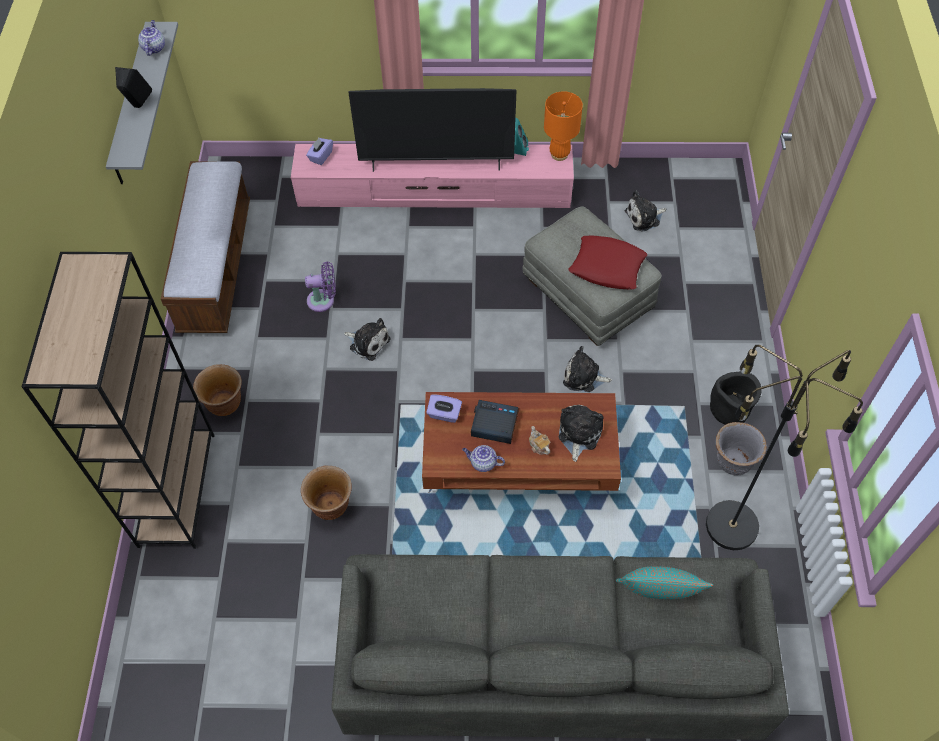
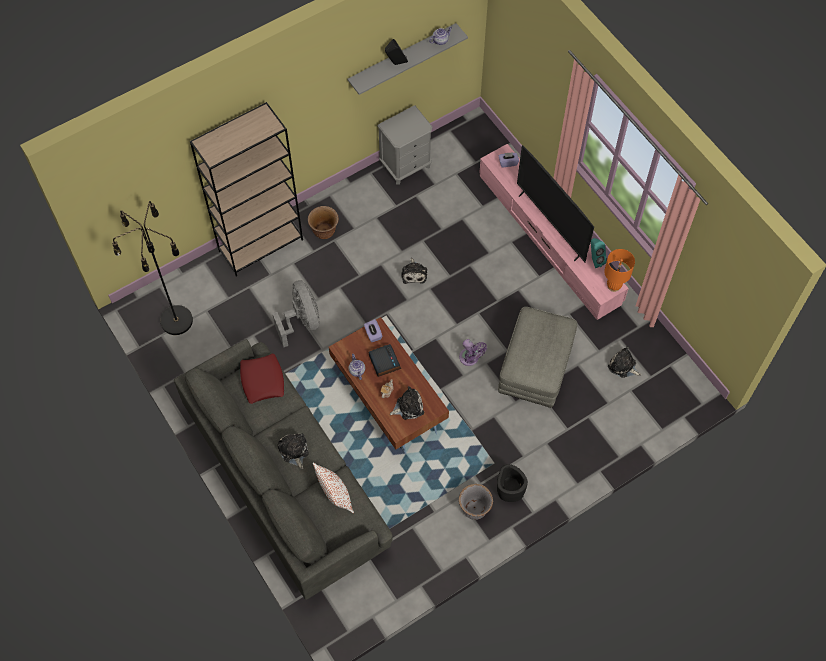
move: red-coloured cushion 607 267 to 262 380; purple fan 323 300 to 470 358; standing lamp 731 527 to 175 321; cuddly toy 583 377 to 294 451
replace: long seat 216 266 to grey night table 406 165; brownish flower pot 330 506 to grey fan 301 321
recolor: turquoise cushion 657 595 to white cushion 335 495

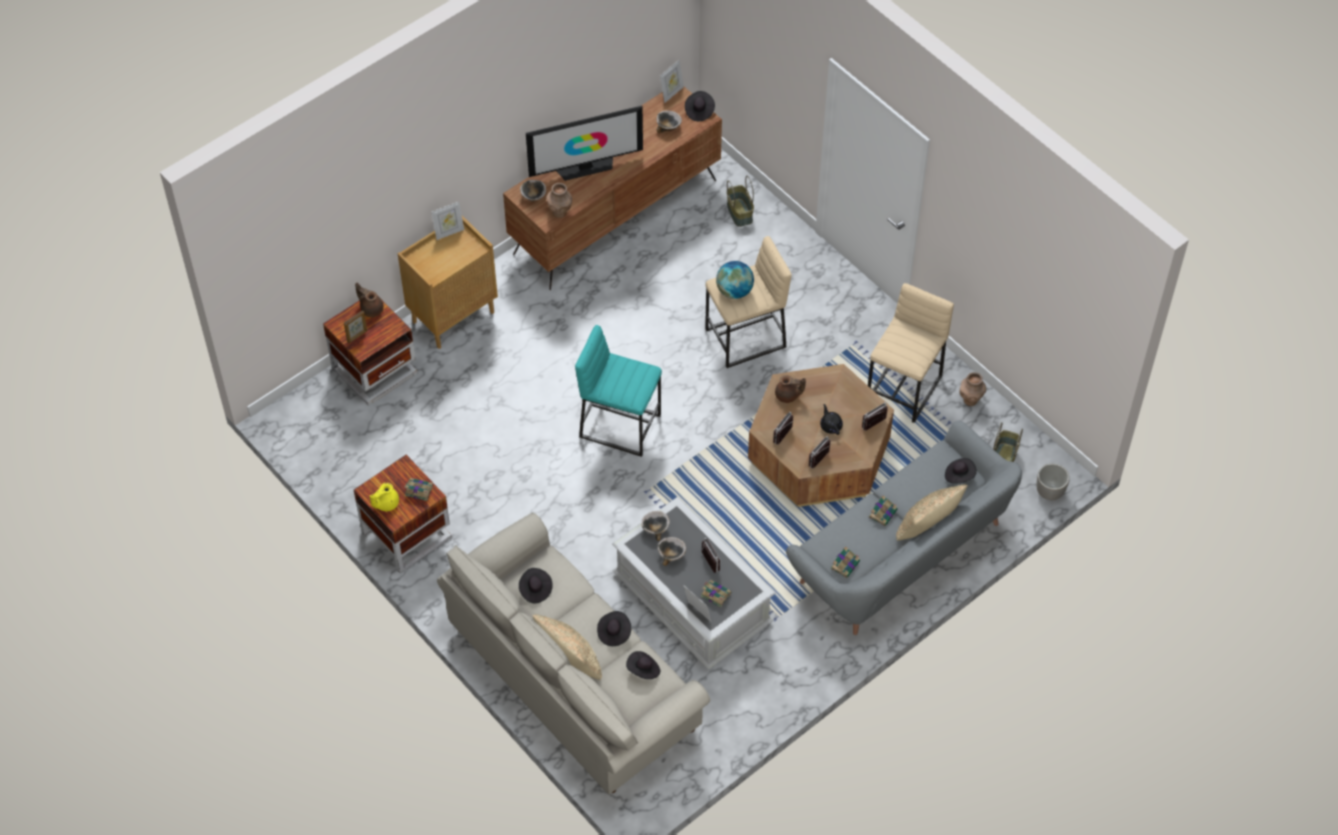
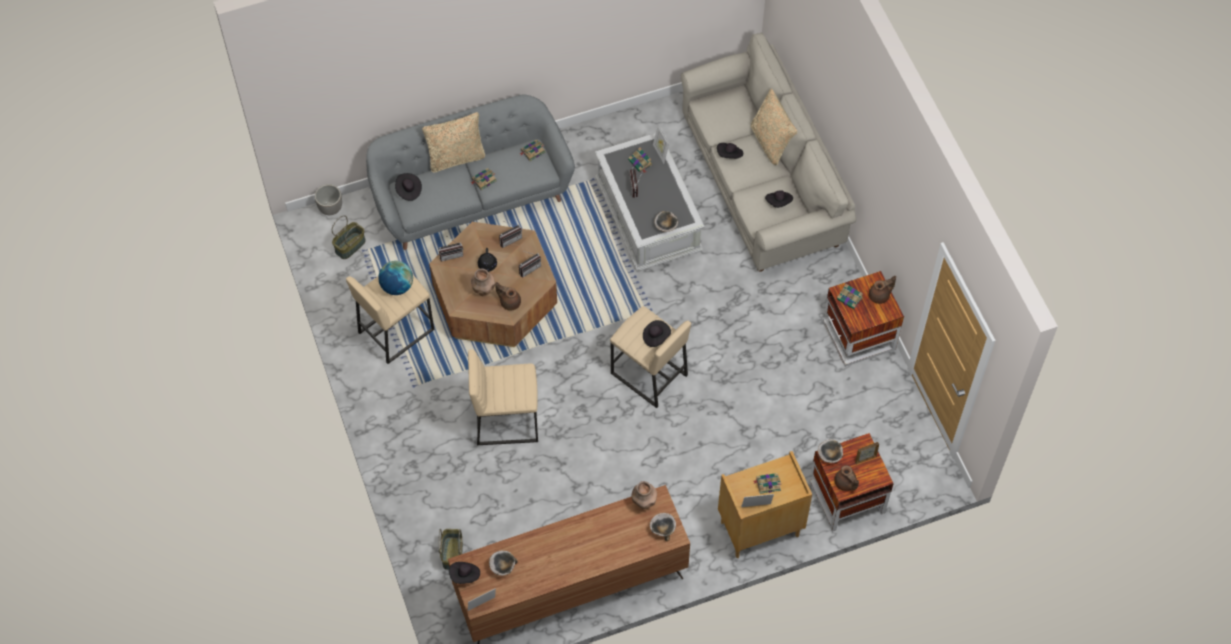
delete: TV 585 167
insert: volume 767 484
move: globe 734 291 to 397 286; brownish flower vase 970 400 to 484 291; bowl 671 554 to 829 455; blackish clothing hat 643 670 to 656 337
recolor: turquoise stool seat 620 425 to beige stool seat 649 374; yellow teapot 385 503 to brownish teapot 880 296

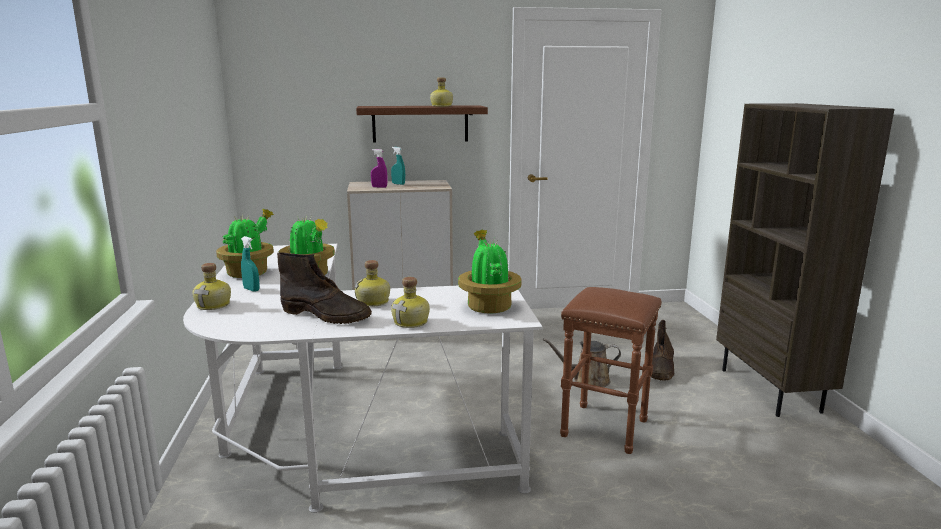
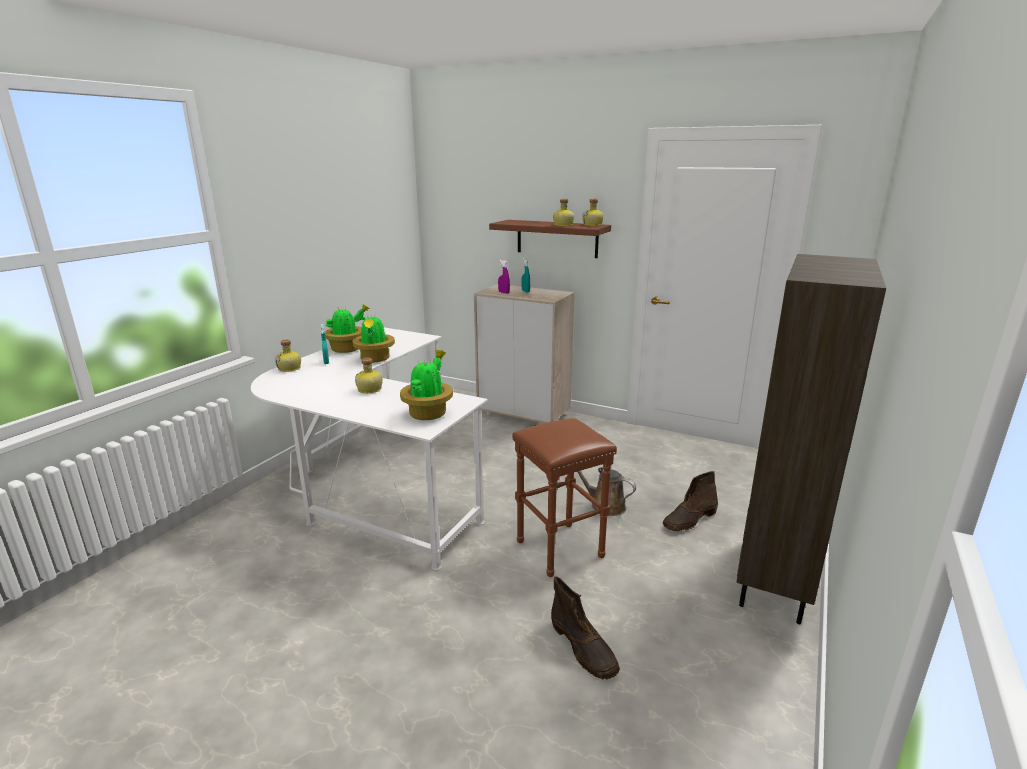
move: brownish tall boot 326 315 to 583 648; beverage bottle 412 322 to 593 225

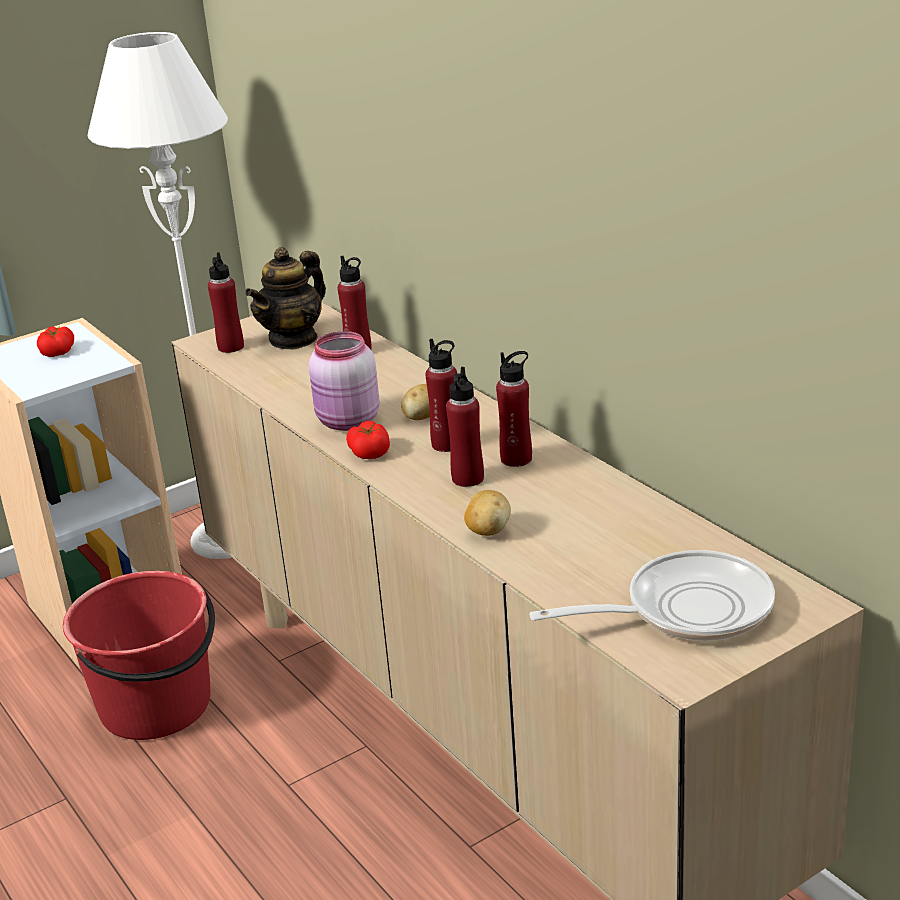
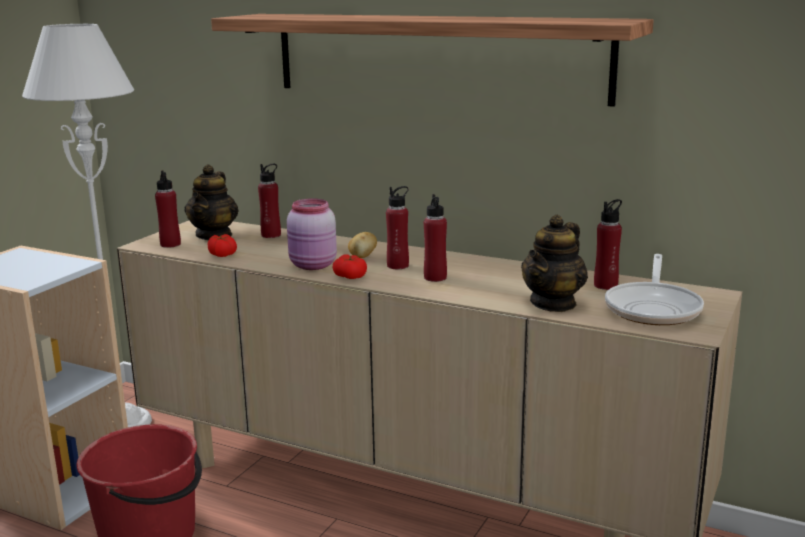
delete: spud 488 530
insert: bracket shelf 435 56; teapot 553 303
move: tomato 57 351 to 222 254; red-coloured beverage bottle 516 459 to 605 285
rotate: skillet 686 609 = 653 308 150 degrees clockwise

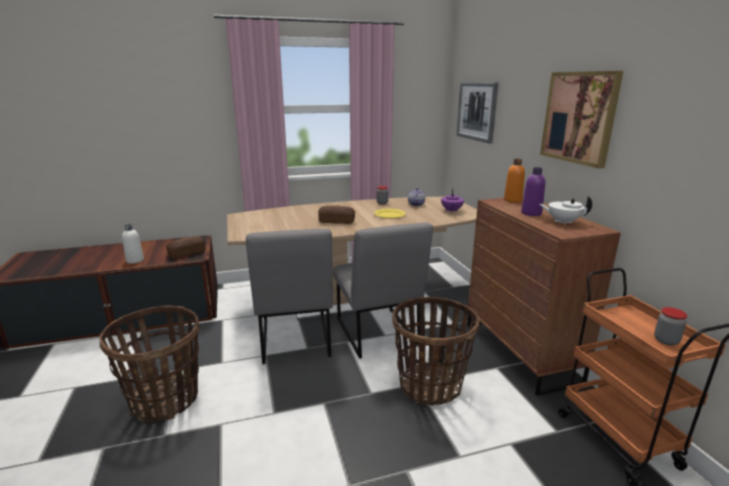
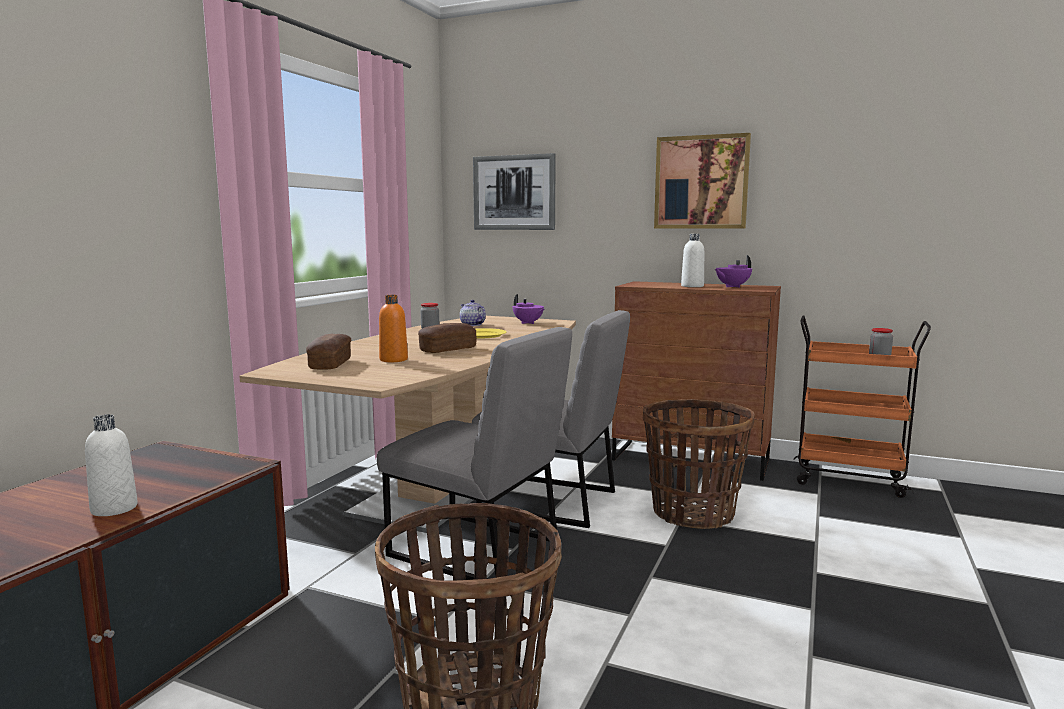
move: orange-coloured beverage bottle 512 200 to 393 360; baked bread 187 253 to 330 364
recolor: purple beverage bottle 531 213 to white beverage bottle 692 286; white teapot 562 222 to purple teapot 732 286

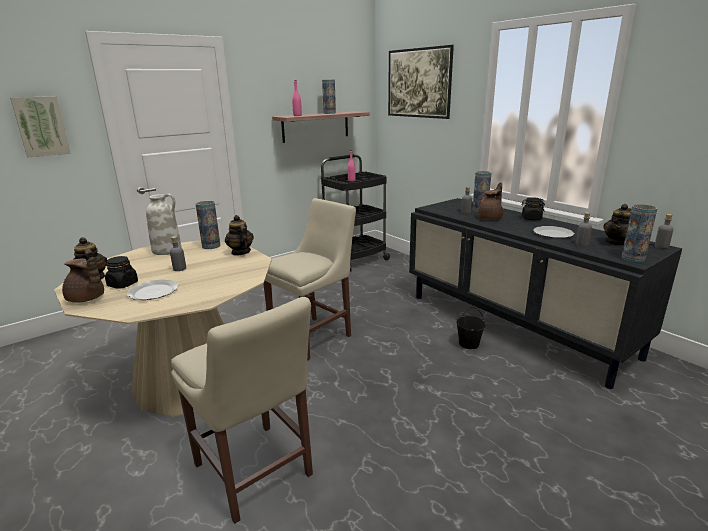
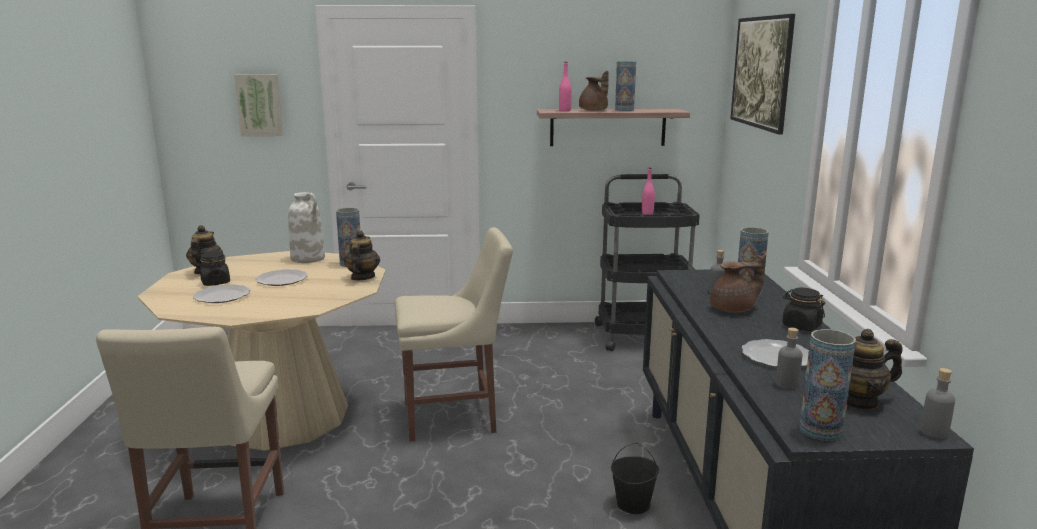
move: brownish teapot 87 299 to 593 110
replace: grey beverage bottle 179 269 to flat dish 281 280

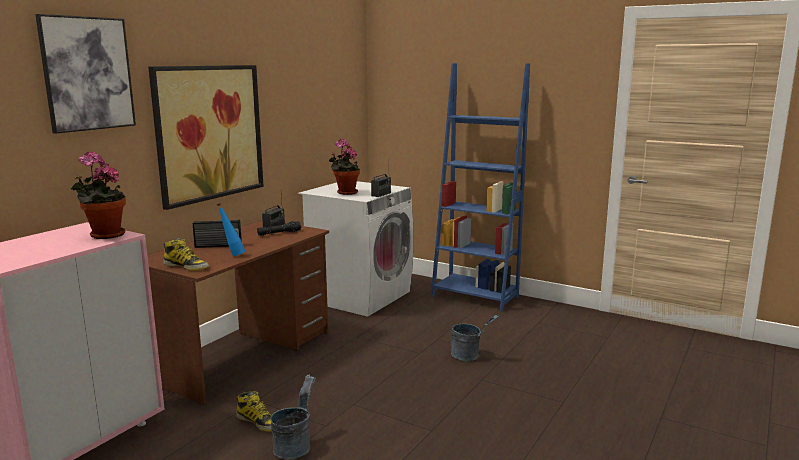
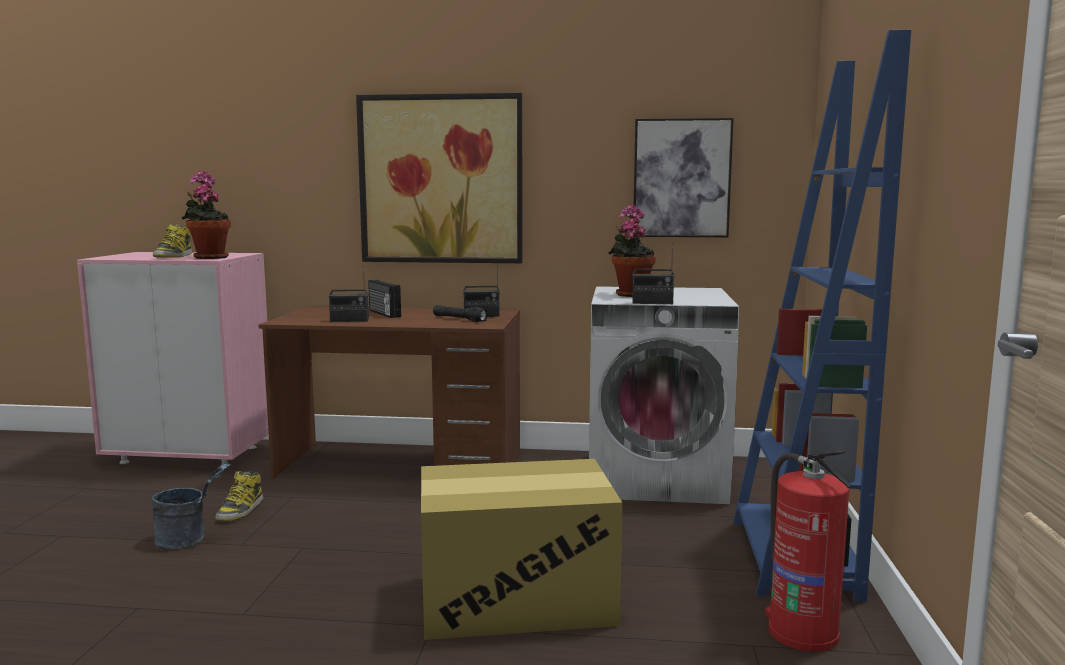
insert: fire extinguisher 801 632
move: wall art 87 74 to 681 178; tall boot 186 266 to 173 256
replace: blue beverage bottle 232 255 to radio set 349 320; grey water bucket 470 356 to cardboard box 516 599

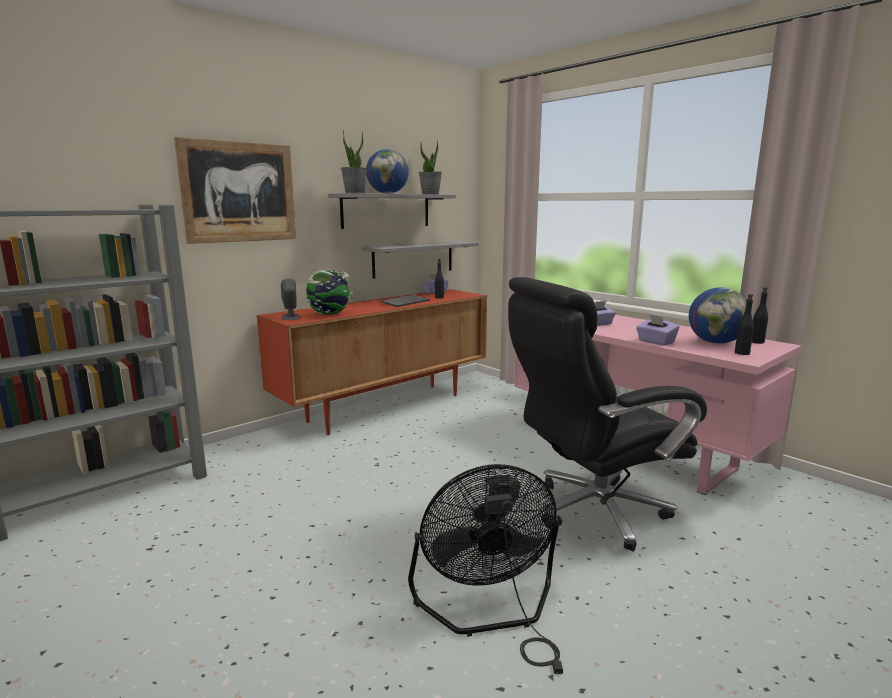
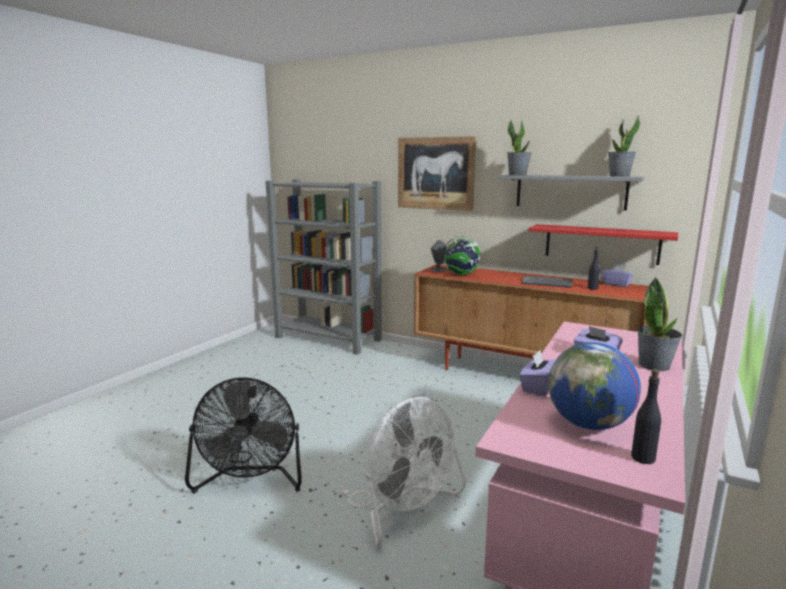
delete: globe 388 193; blackish beverage bottle 741 353
insert: plant in a pot 654 365
replace: blackish office chair 591 513 to white fan 401 511
recolor: grey bracket shelf 413 259 to red-coloured bracket shelf 601 244
rotate: blackish fan 497 613 = 247 478 120 degrees clockwise

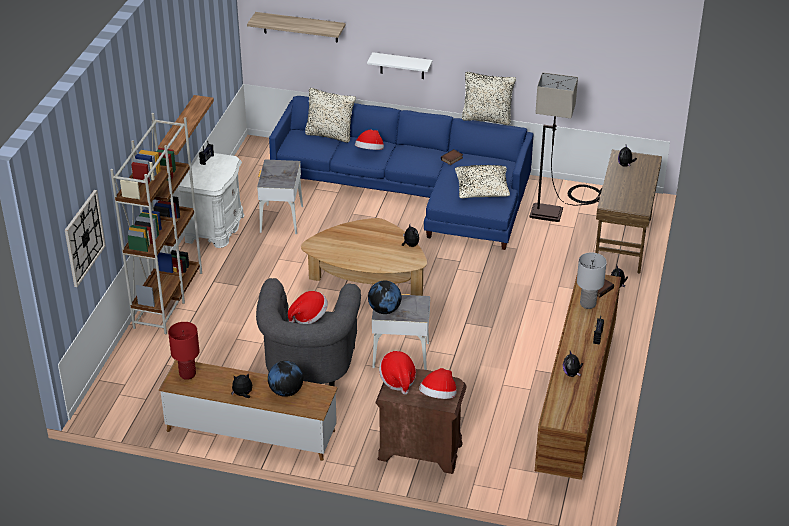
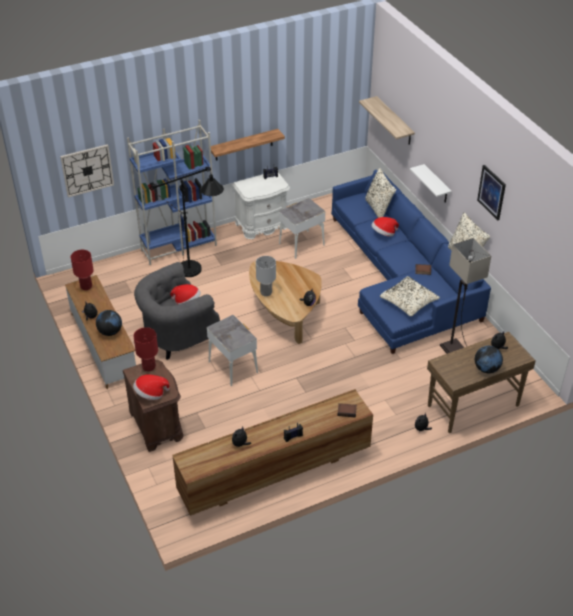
insert: wall art 491 192; blackish standing lamp 196 269
move: grey table lamp 587 305 to 266 293; globe 384 310 to 486 369
replace: clothing hat 398 380 to red-coloured table lamp 149 368
recolor: brownish shelving unit 168 299 to blue shelving unit 179 248

